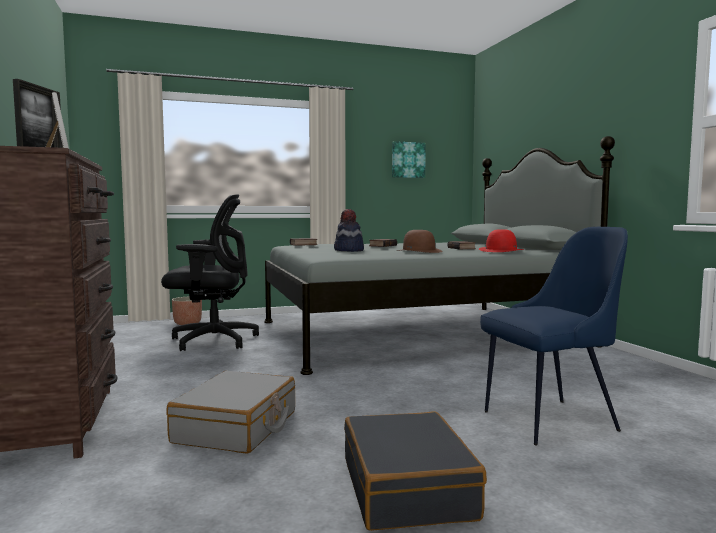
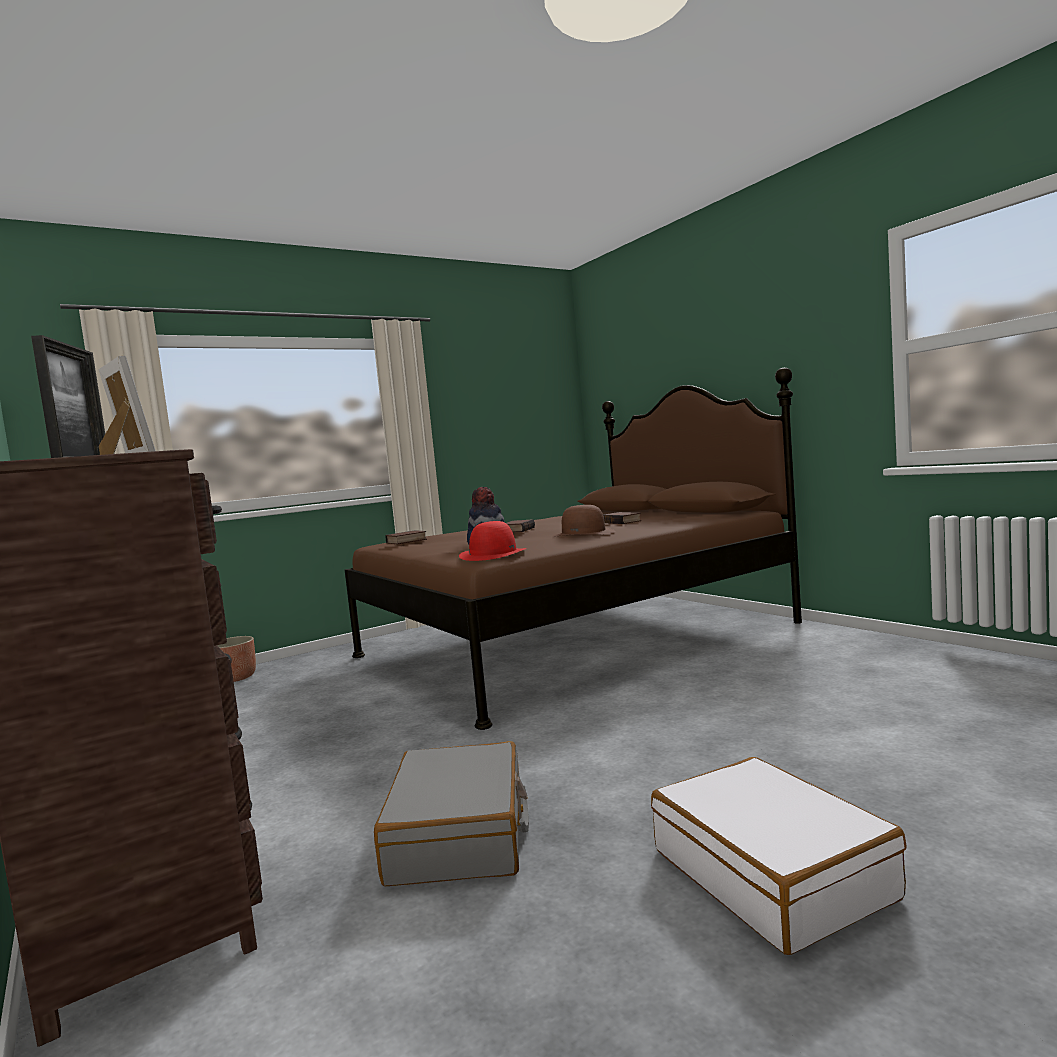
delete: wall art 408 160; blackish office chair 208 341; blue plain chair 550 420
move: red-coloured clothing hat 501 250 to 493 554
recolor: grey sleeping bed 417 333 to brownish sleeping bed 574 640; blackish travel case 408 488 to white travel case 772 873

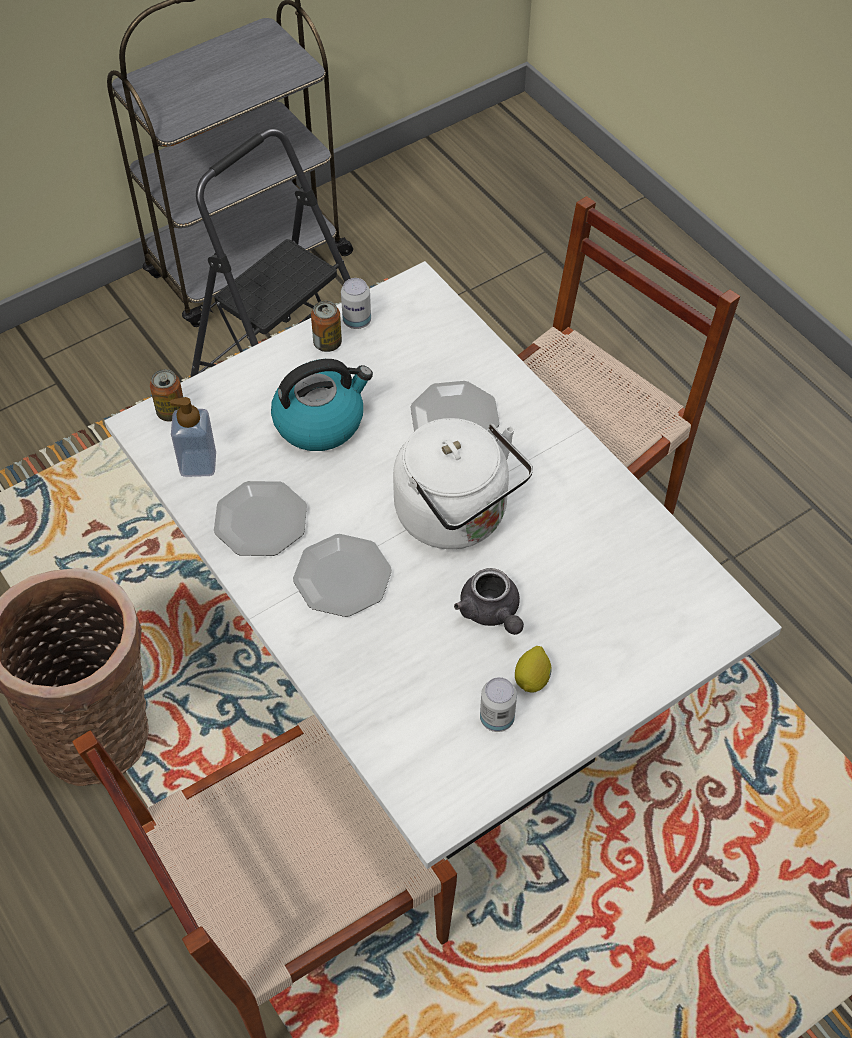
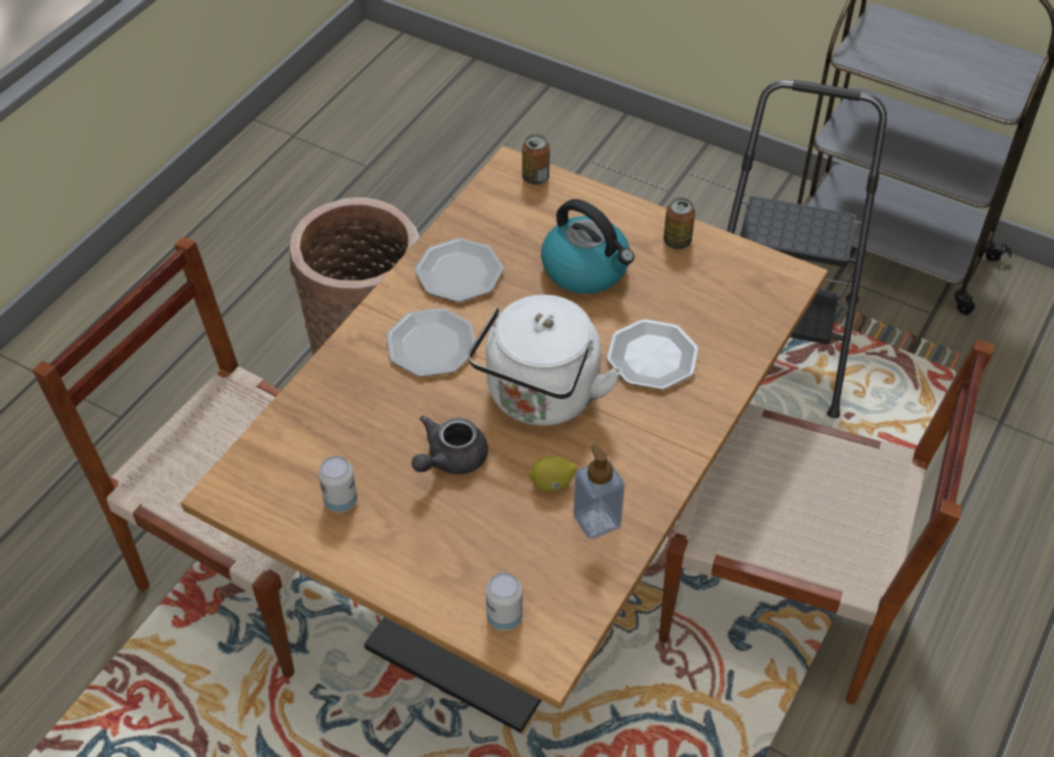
move: can 357 321 to 504 617; liquid soap bottle 198 464 to 596 520; whole lemon 532 679 to 552 484
recolor: white dining table 426 687 to brownish dining table 527 565

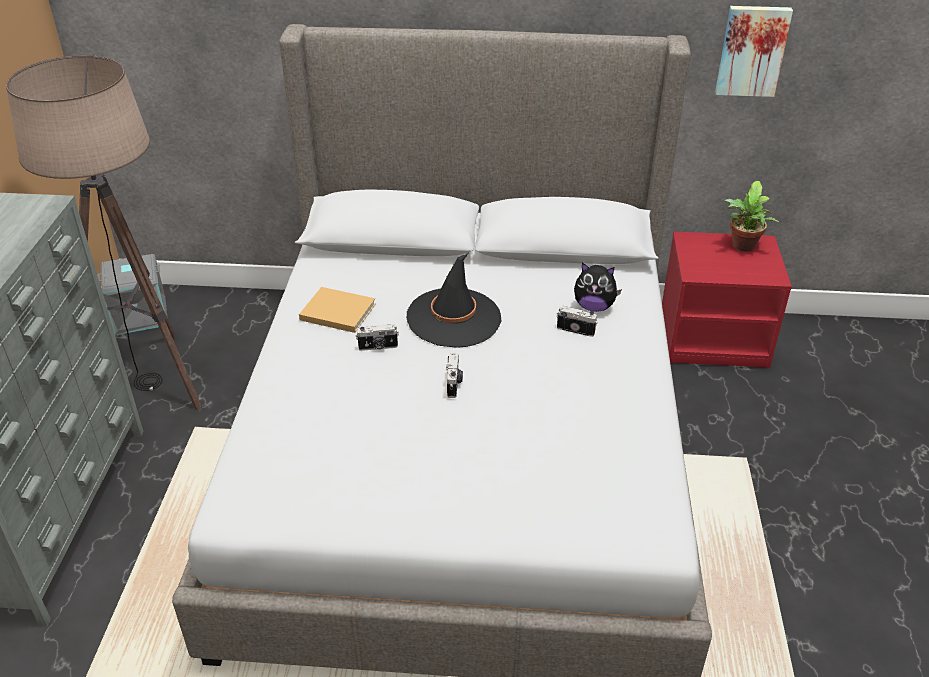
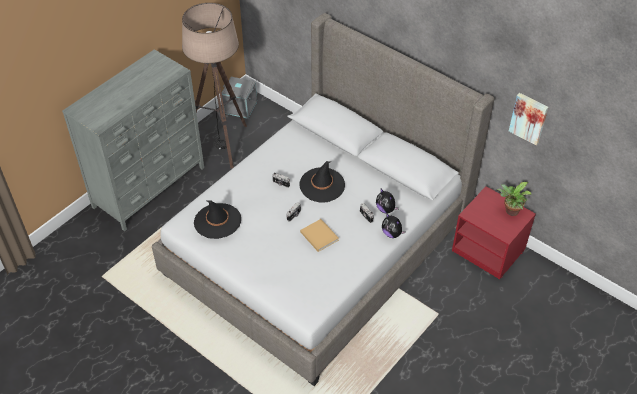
insert: blackish clothing hat 217 221; cuddly toy 392 233
move: beige volume 336 311 to 318 235

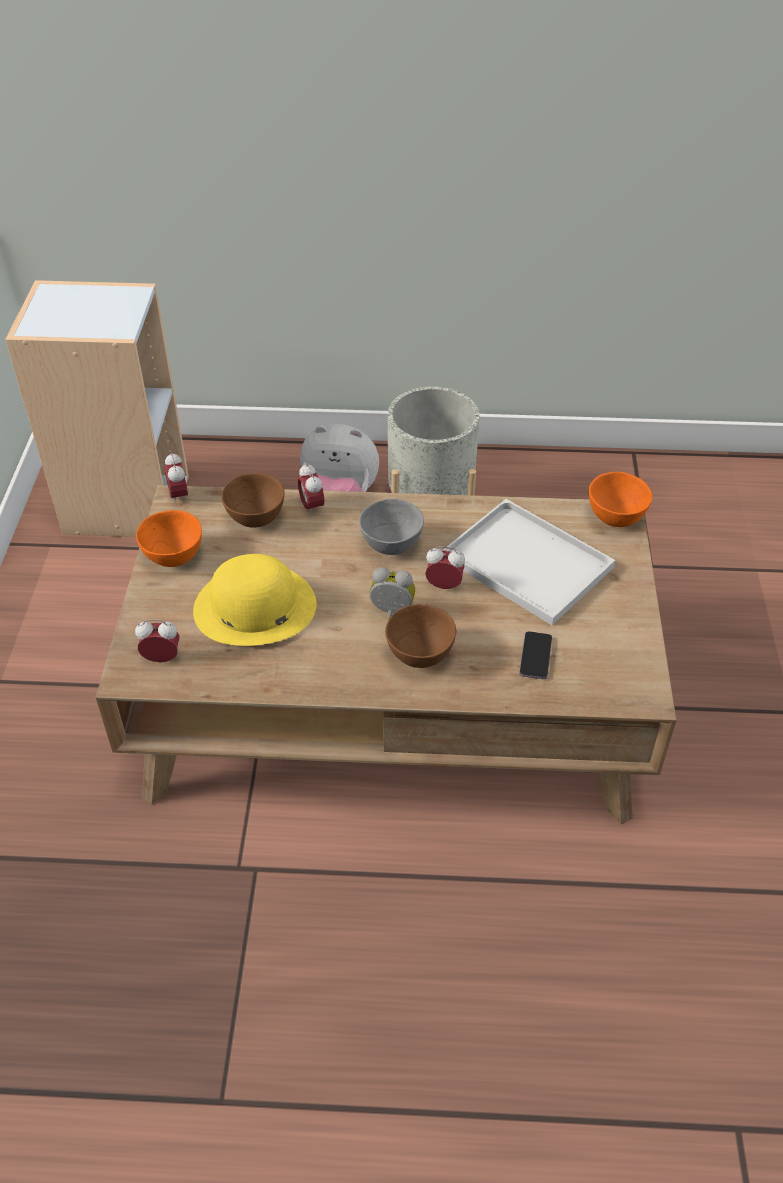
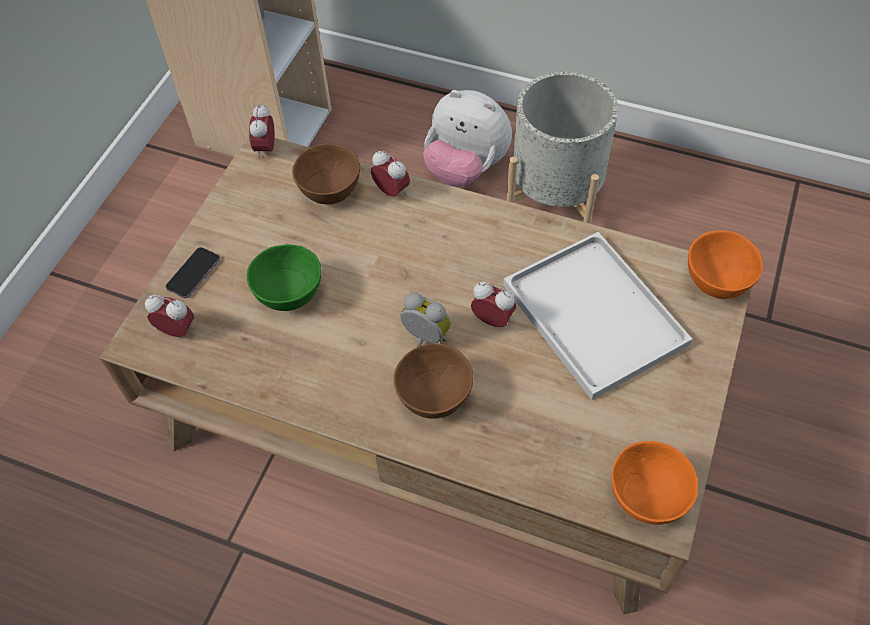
delete: grey bowl 390 545
move: orange-coloured bowl 173 558 to 646 499; telephone 535 656 to 193 274
replace: yellow clothing hat 254 607 to green-coloured bowl 288 295
rotate: alarm clock 312 506 = 392 191 135 degrees clockwise

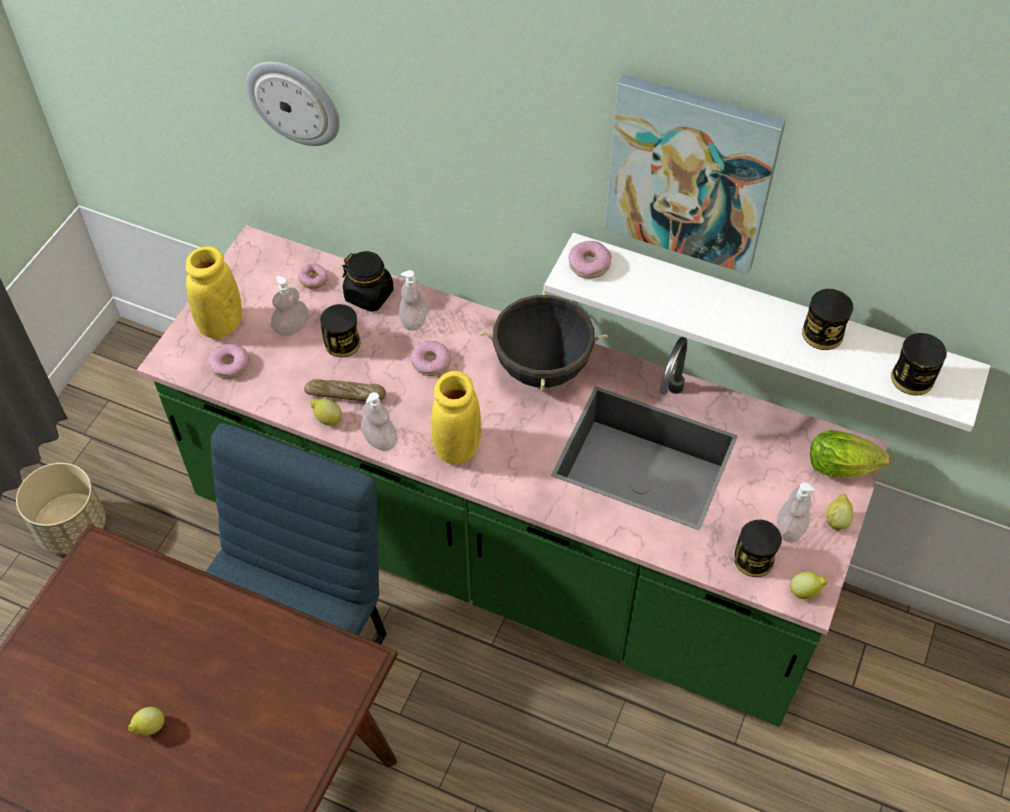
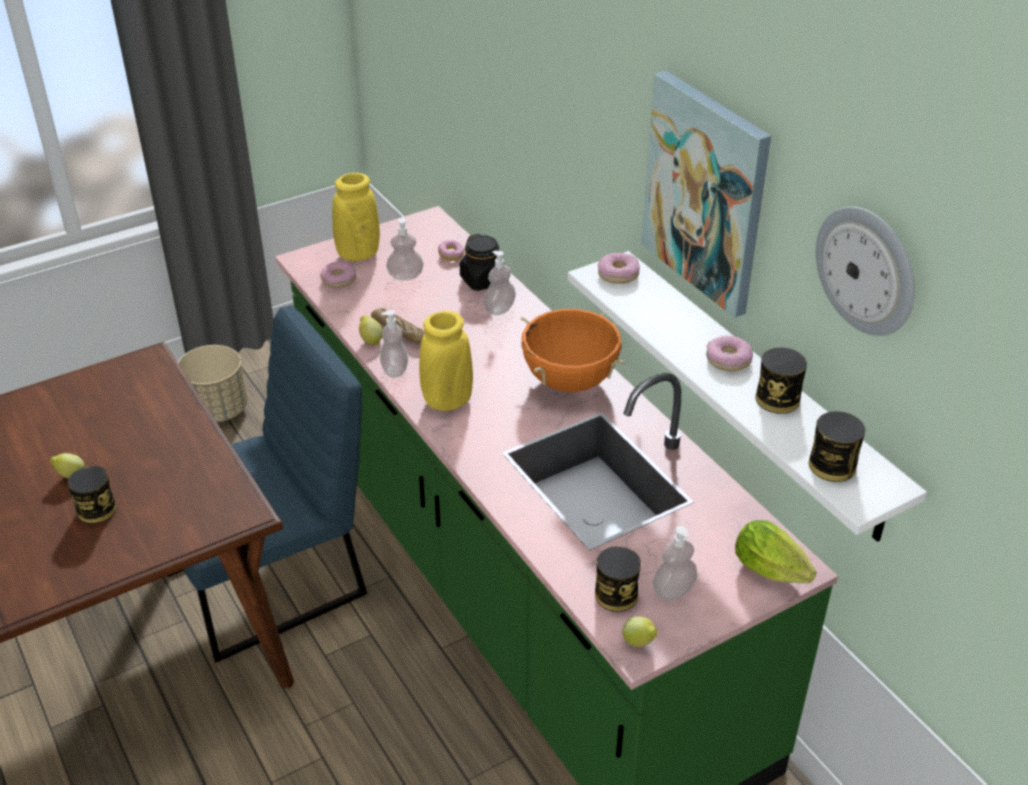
delete: whole lemon 837 520
move: hanging clock 294 102 to 867 270; can 342 343 to 96 509; donut 431 362 to 728 359
recolor: blackish saucepot 542 368 to orange-coloured saucepot 569 381

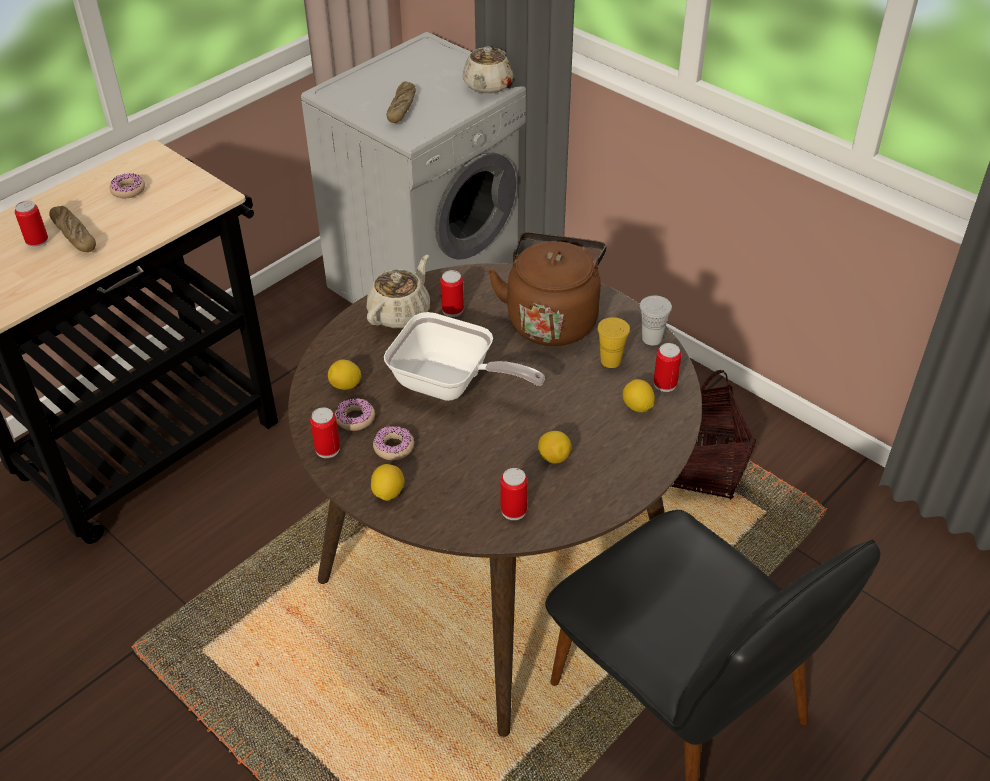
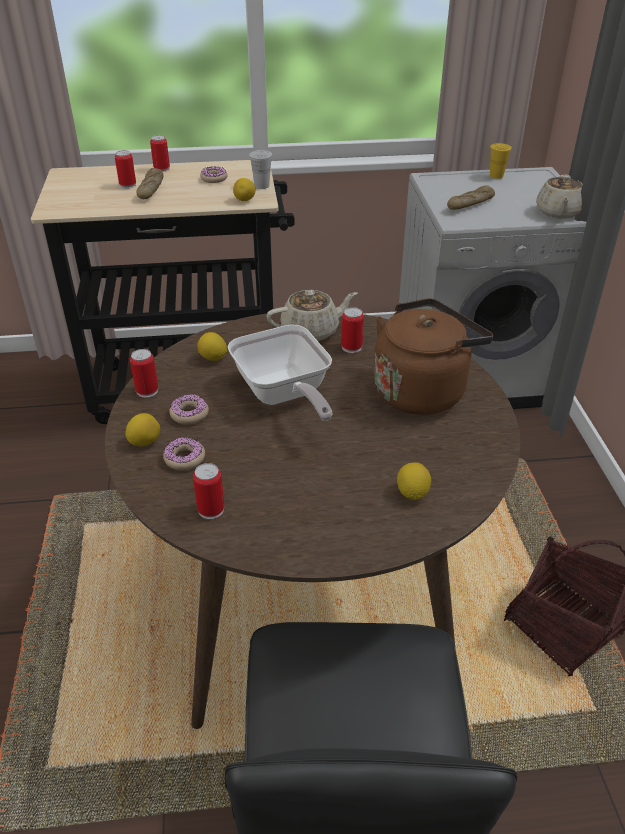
move: white cup 652 338 to 262 186; yellow cup 610 361 to 496 176; can 665 384 to 162 169; donut 355 418 to 184 458; whole lemon 554 457 to 245 200
rotate: beige teapot 487 86 = 558 212 45 degrees counterclockwise

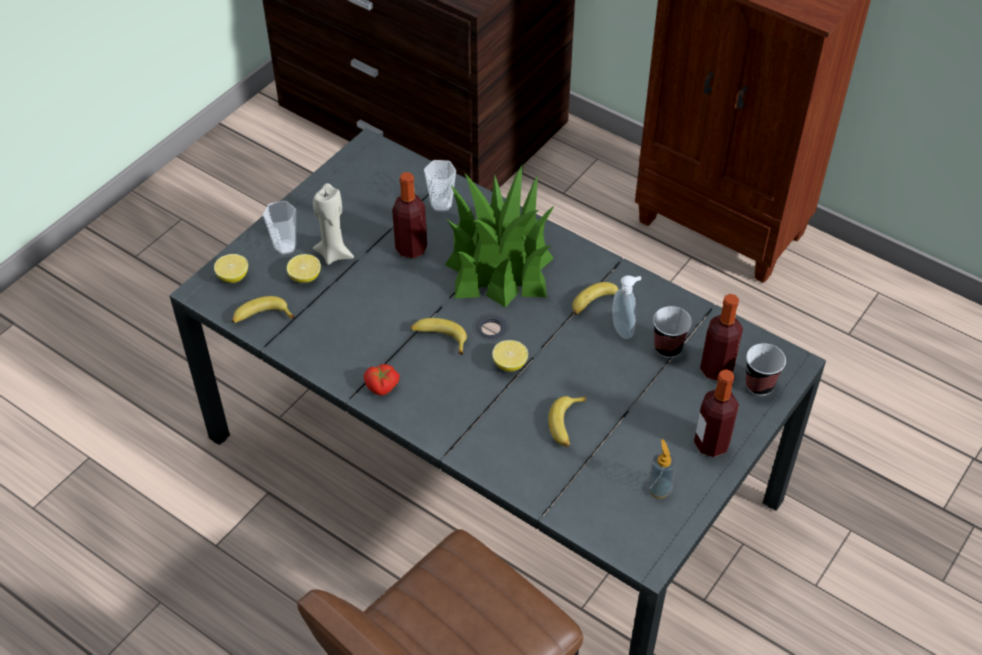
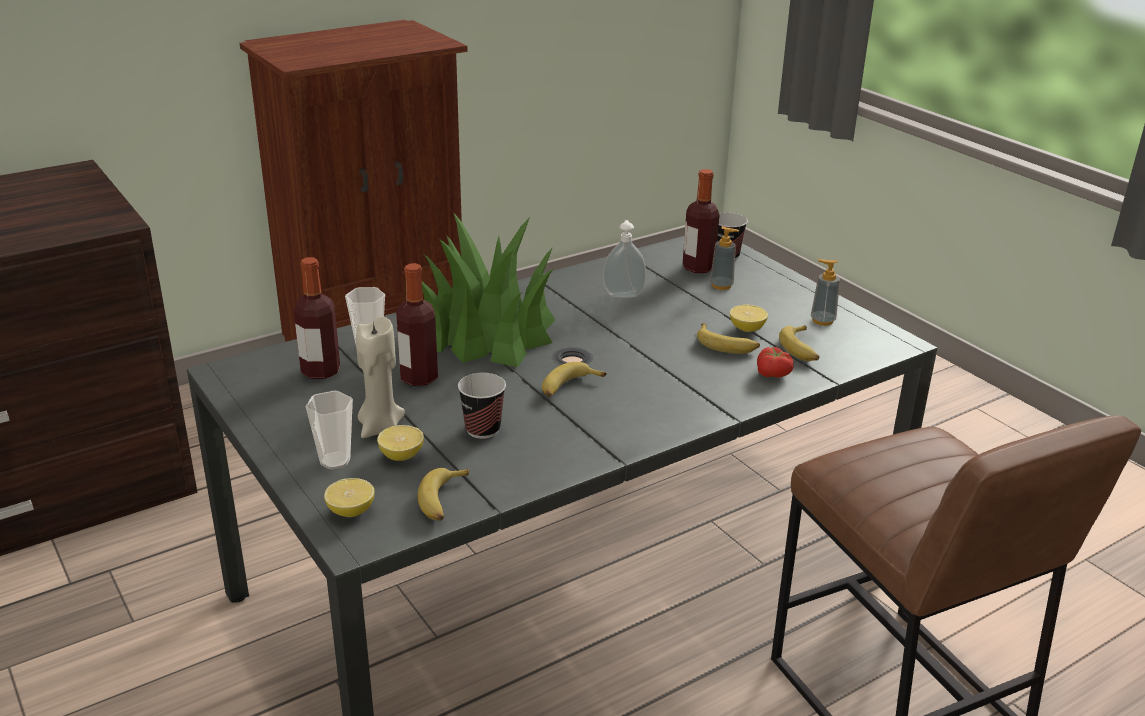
insert: liquid soap bottle 721 285
move: banana 596 304 to 801 349; cup 668 347 to 483 429; whole lemon 510 364 to 747 329; tomato 382 387 to 773 374; beverage bottle 711 444 to 320 371

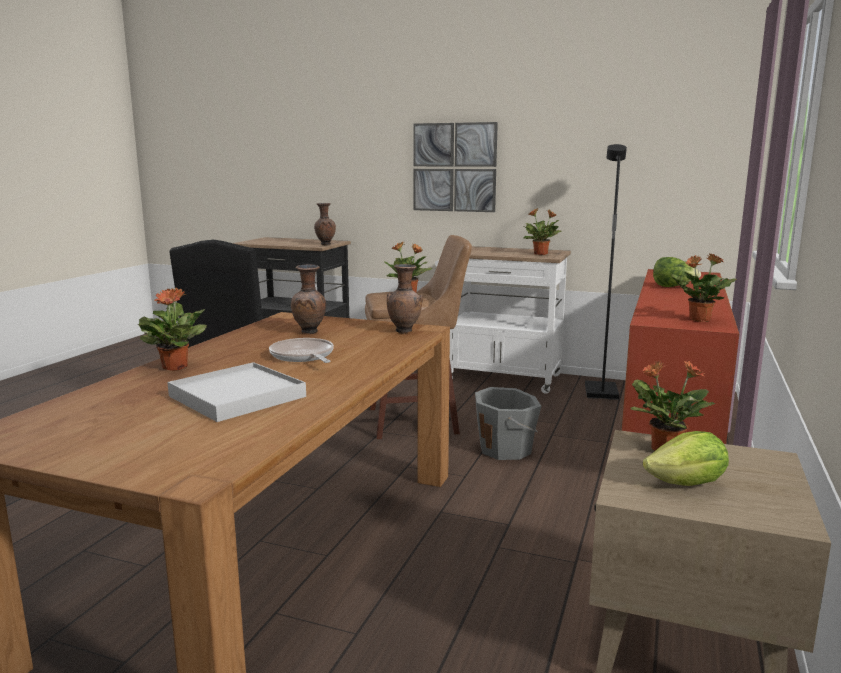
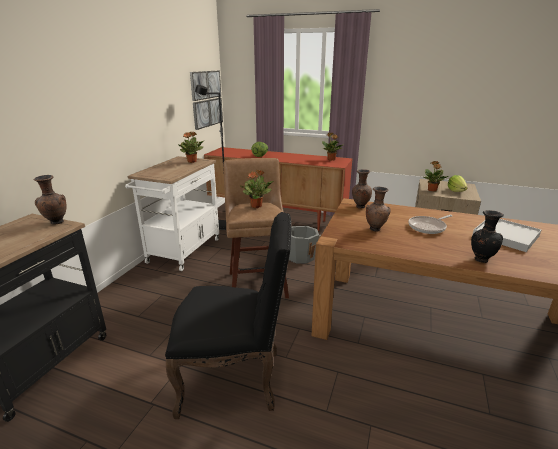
move: wall art 454 167 to 206 99
replace: plant in a pot 175 367 to blackish flower vase 480 259

